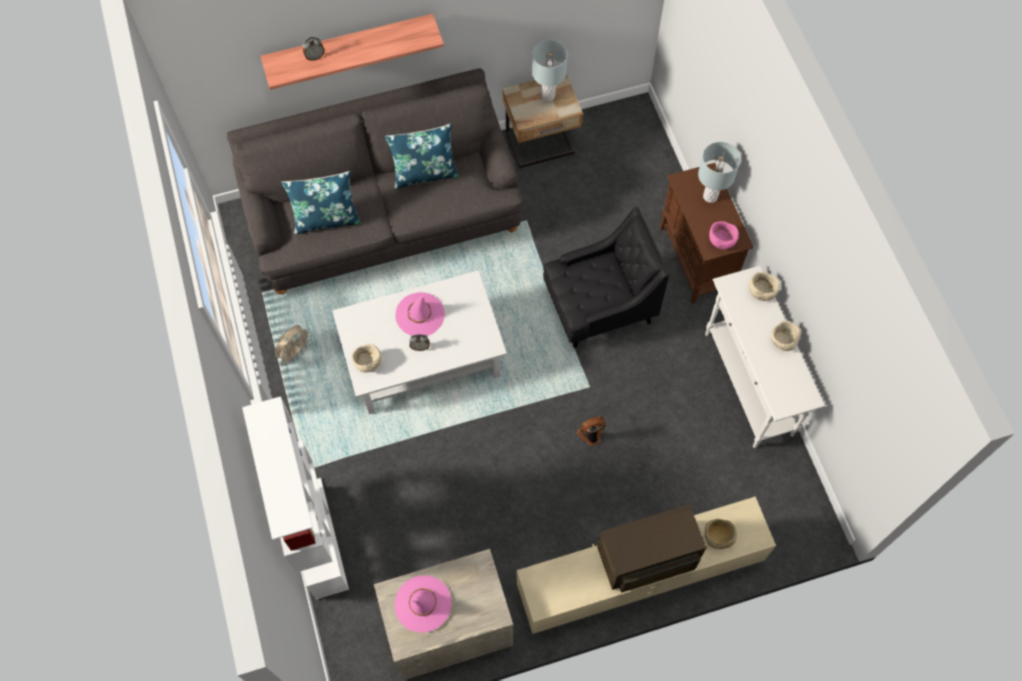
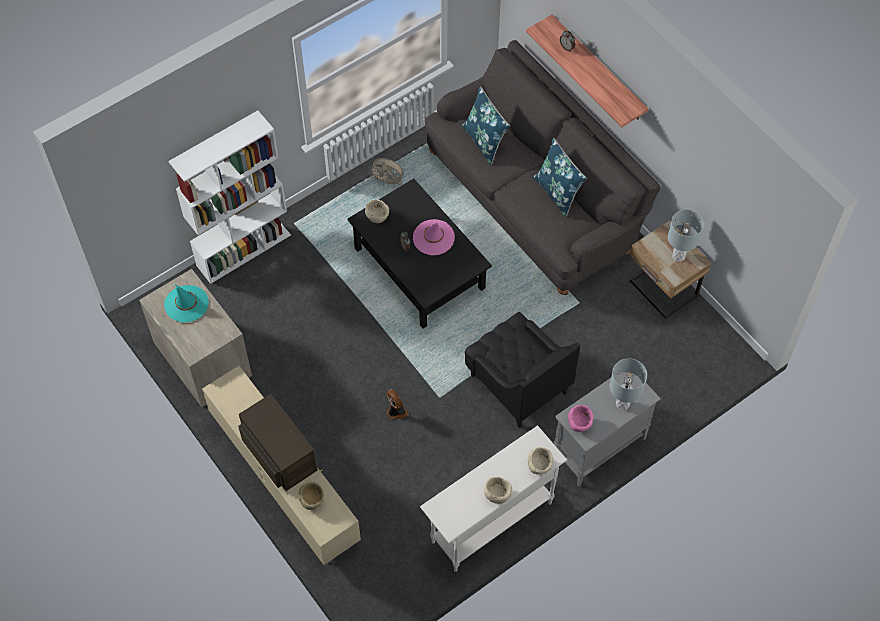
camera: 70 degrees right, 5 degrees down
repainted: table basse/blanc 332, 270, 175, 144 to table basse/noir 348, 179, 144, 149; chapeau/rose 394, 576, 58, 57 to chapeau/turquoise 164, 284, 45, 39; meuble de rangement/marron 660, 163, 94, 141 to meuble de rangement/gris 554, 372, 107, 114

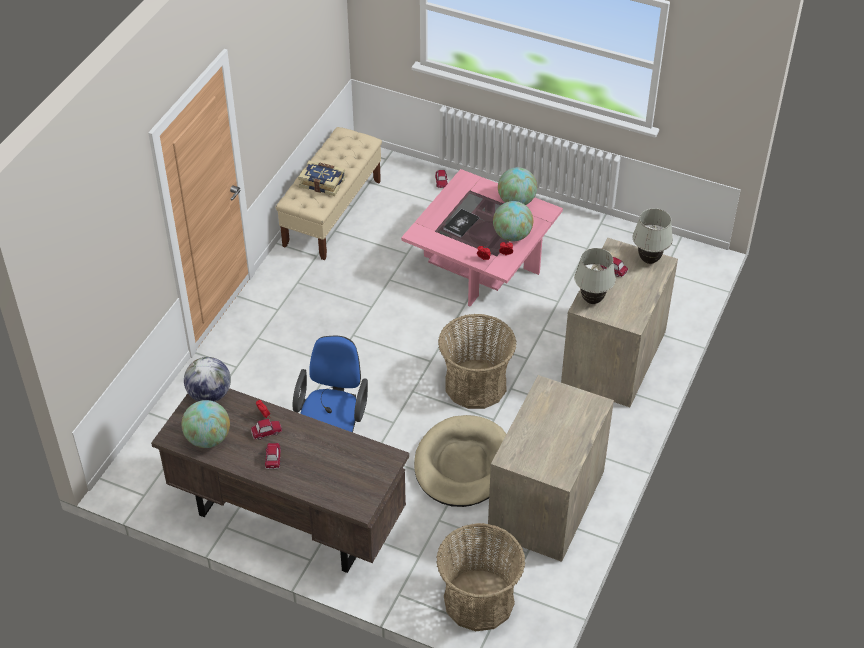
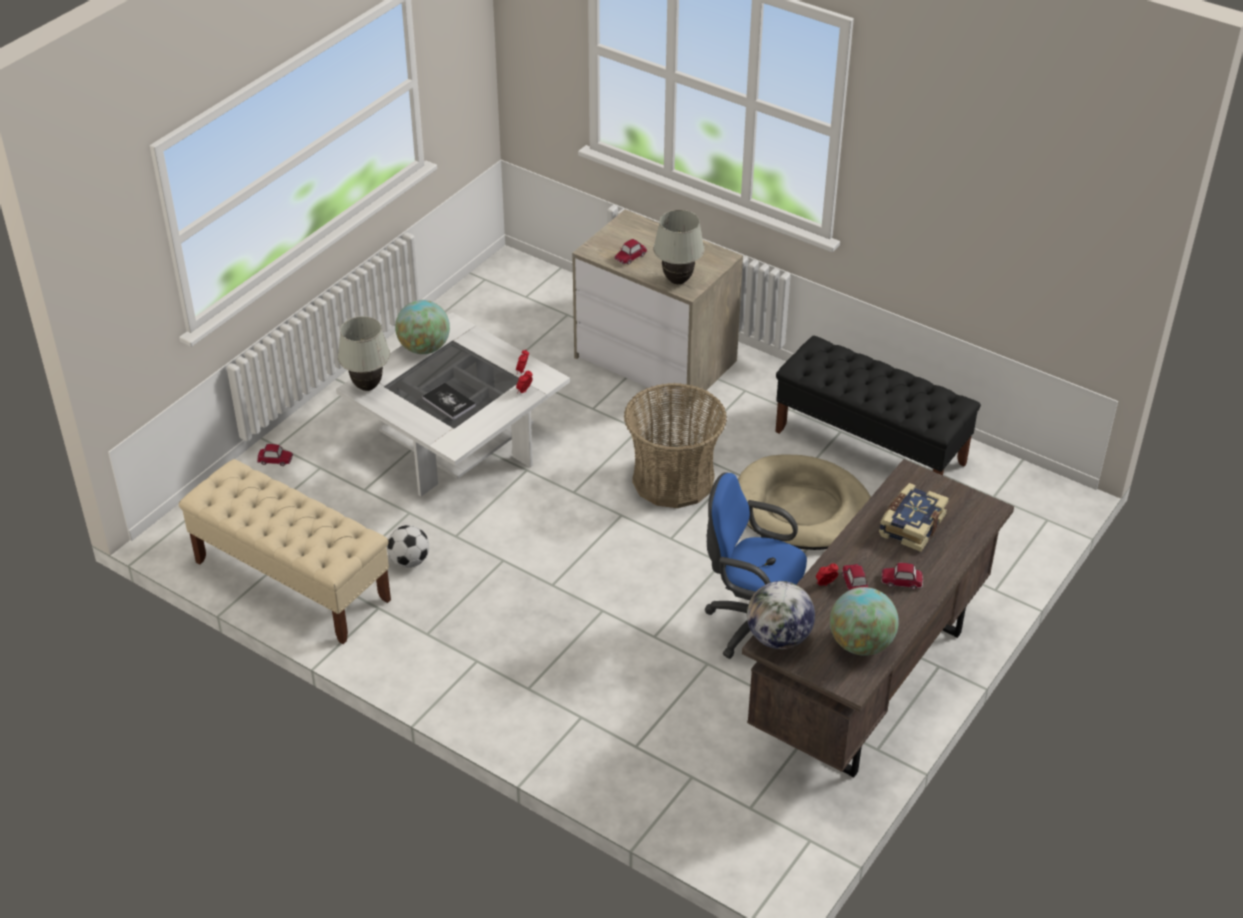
camera: 80 degrees left, 5 degrees down
gone: panier 436, 523, 89, 108; globe 493, 201, 40, 40
new: ballon de foot 387, 525, 42, 43
shifted: livre 298, 161, 47, 35 to 879, 483, 70, 69; lampe de table/blanc 632, 208, 41, 56 to 338, 316, 52, 75
swapped: commode 488, 375, 126, 187 to banc/noir 775, 336, 206, 139
repainted: table basse/rose 401, 169, 162, 137 to table basse/blanc 336, 313, 234, 183

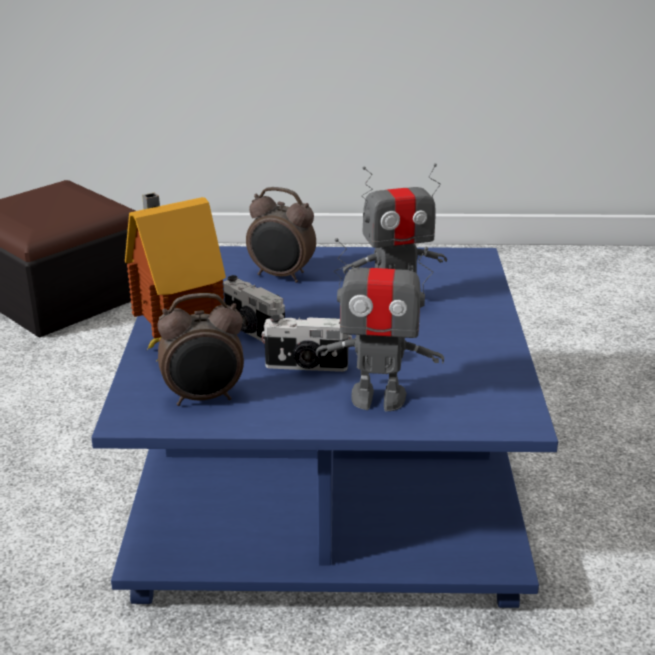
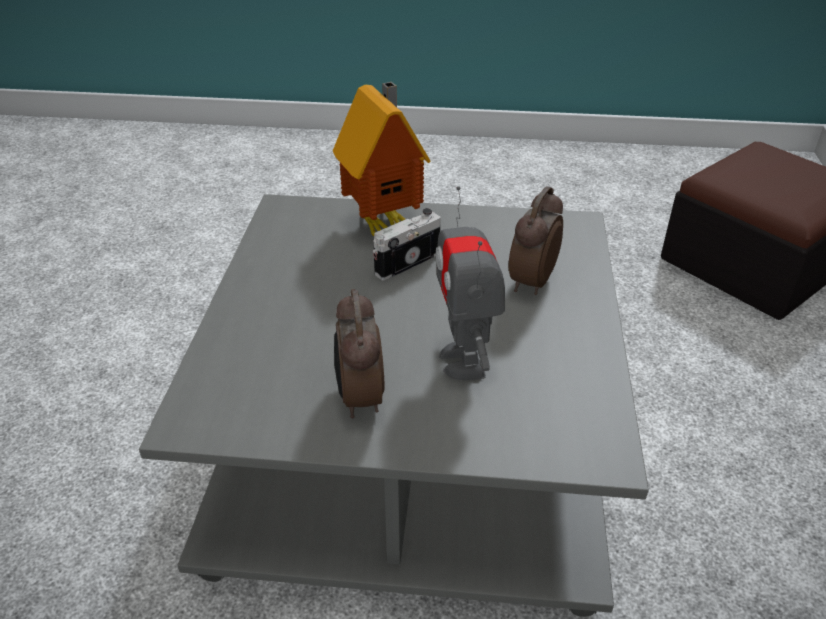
camera: 95 degrees right, 10 degrees up
gone: appareil photo 261, 315, 91, 57; robot jouet 316, 238, 128, 173
shifted: réveil 157, 293, 87, 113 to 334, 289, 50, 129
repainted: table basse/bleu 91, 246, 467, 362 to table basse/gris 139, 194, 510, 423

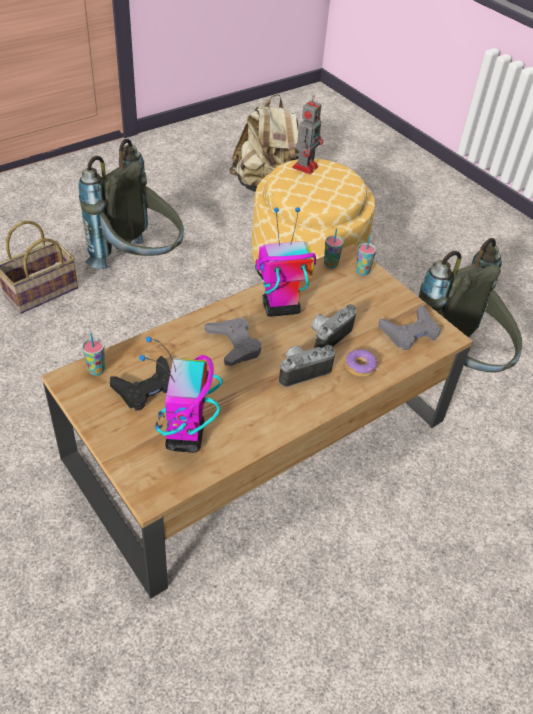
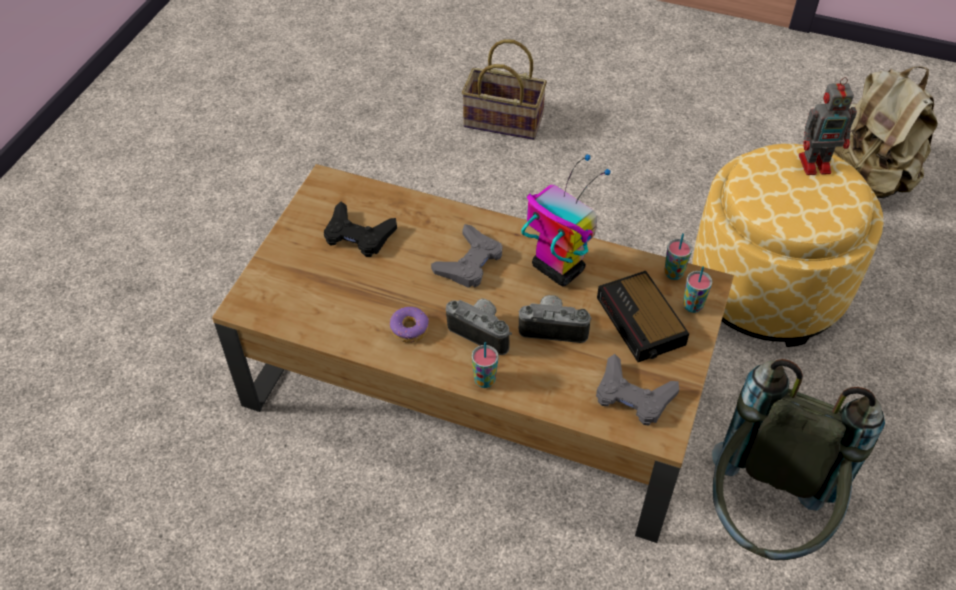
camera: 60 degrees right, 5 degrees up
gone: sac à dos/gris 78, 139, 106, 130; robot jouet 139, 336, 84, 117
new: réveil 597, 271, 92, 91
shifted: tasse 82, 333, 23, 43 to 472, 342, 27, 46; beignet 345, 350, 32, 27 to 390, 307, 39, 36

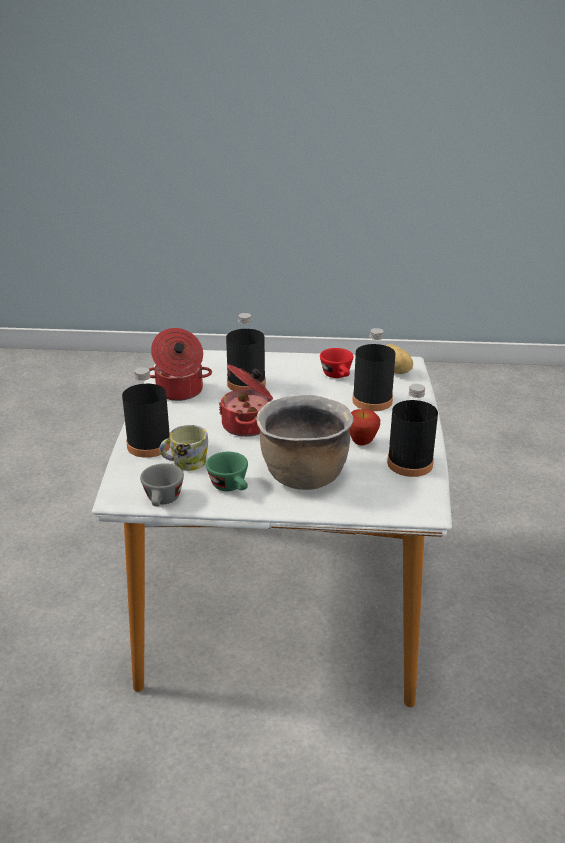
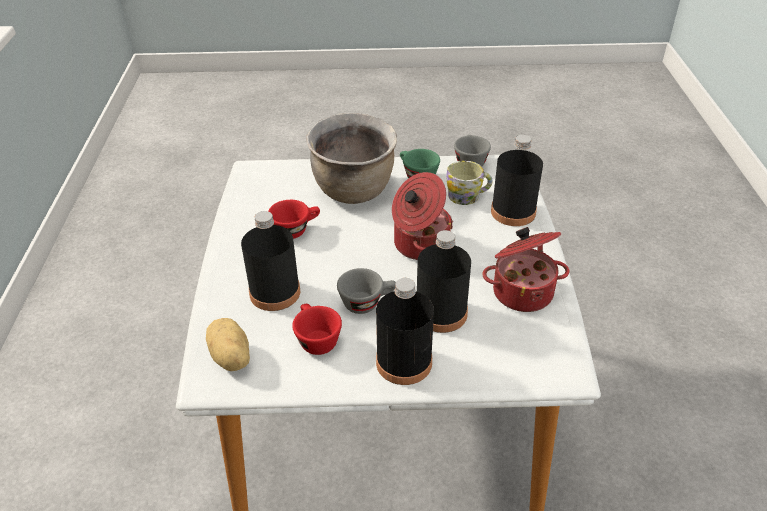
camera: 175 degrees right, 10 degrees up
new: tasse/gris 337, 268, 59, 46
shifted: bouteille/noir 387, 384, 51, 93 to 376, 278, 58, 107
swapped: pomme 349, 409, 31, 36 to tasse/rouge 268, 200, 52, 39

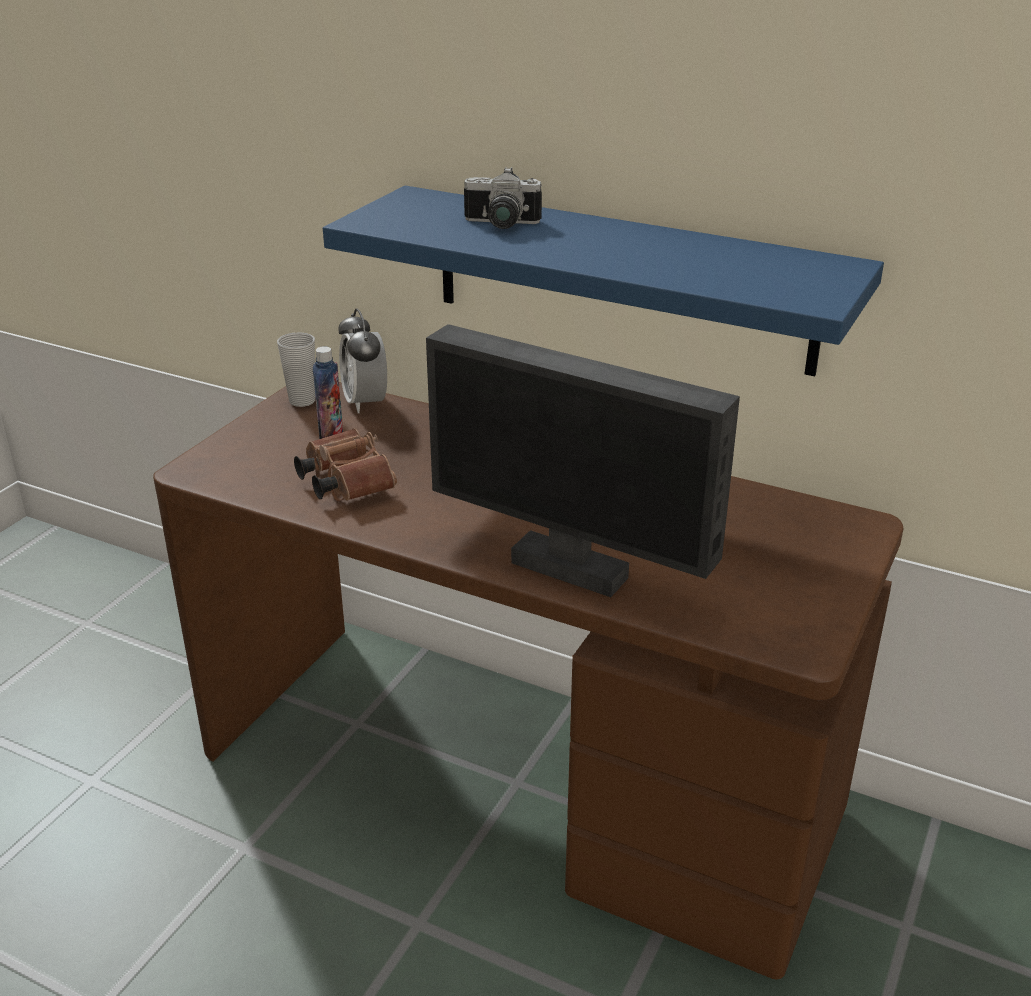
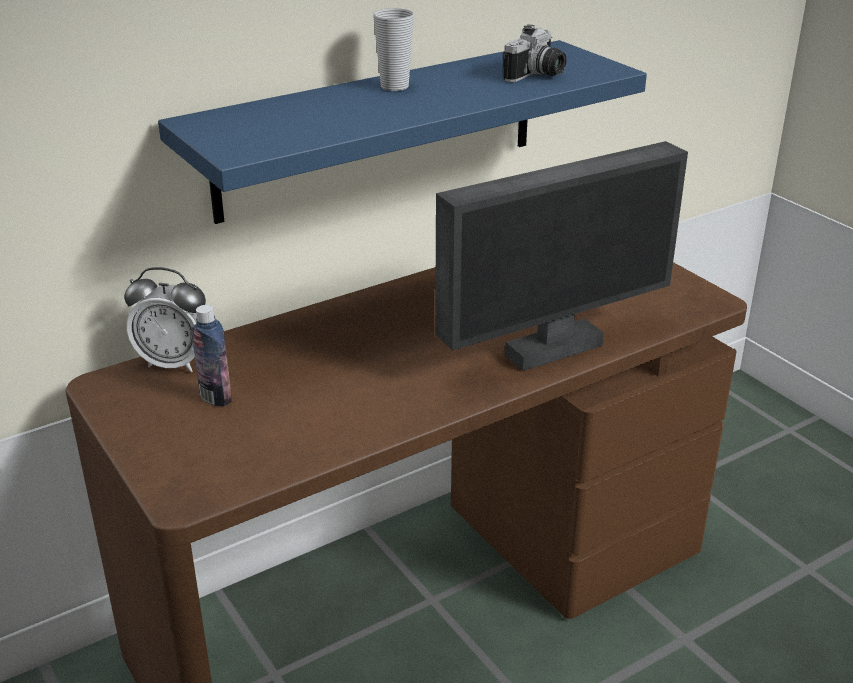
camera: 60 degrees left, 0 degrees up
gone: jumelles/marron 294, 428, 103, 73
shifted: tasse 277, 332, 38, 75 to 373, 8, 41, 83; appareil photo 464, 167, 78, 62 to 502, 24, 65, 58

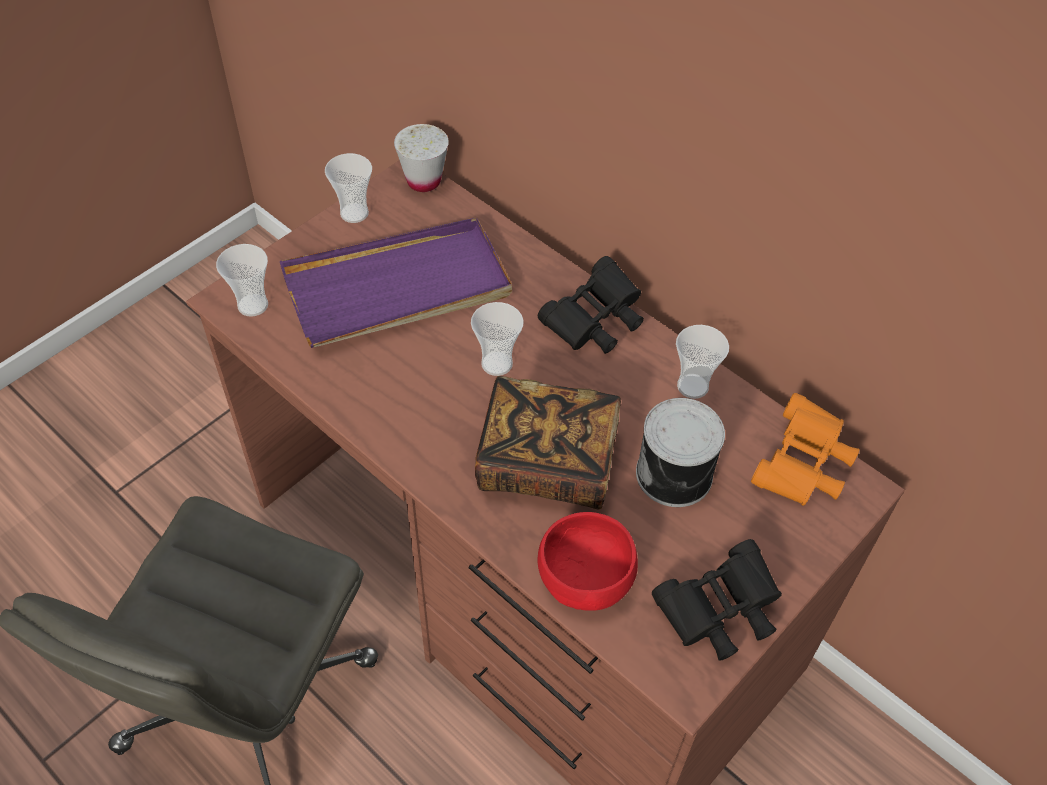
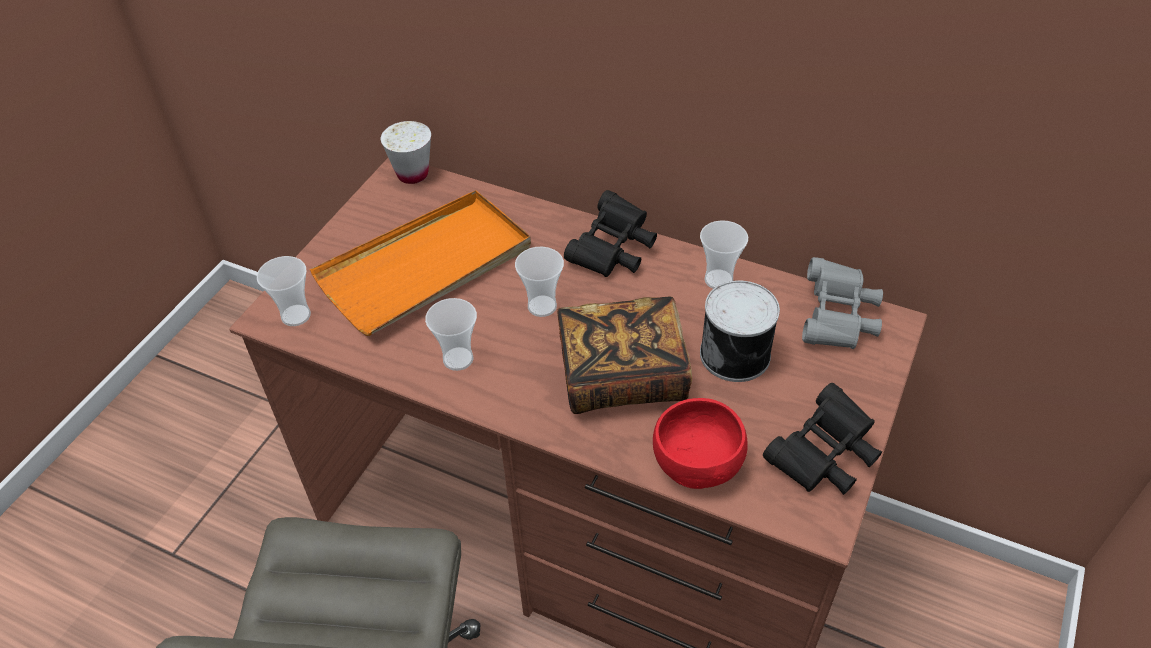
camera: 15 degrees left, 5 degrees down
shifted: tasse 325, 153, 47, 70 to 425, 298, 52, 73
repainted: plateau/violet 280, 217, 232, 131 to plateau/orange 310, 190, 221, 146; jumelles/orange 751, 393, 109, 113 to jumelles/gris 802, 257, 81, 92

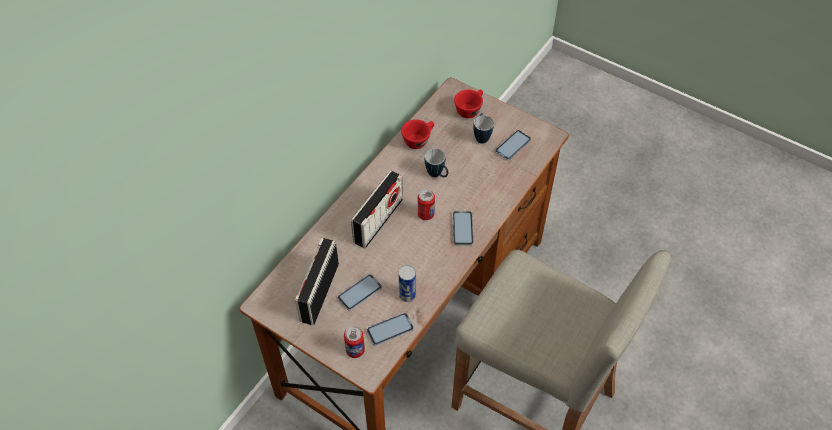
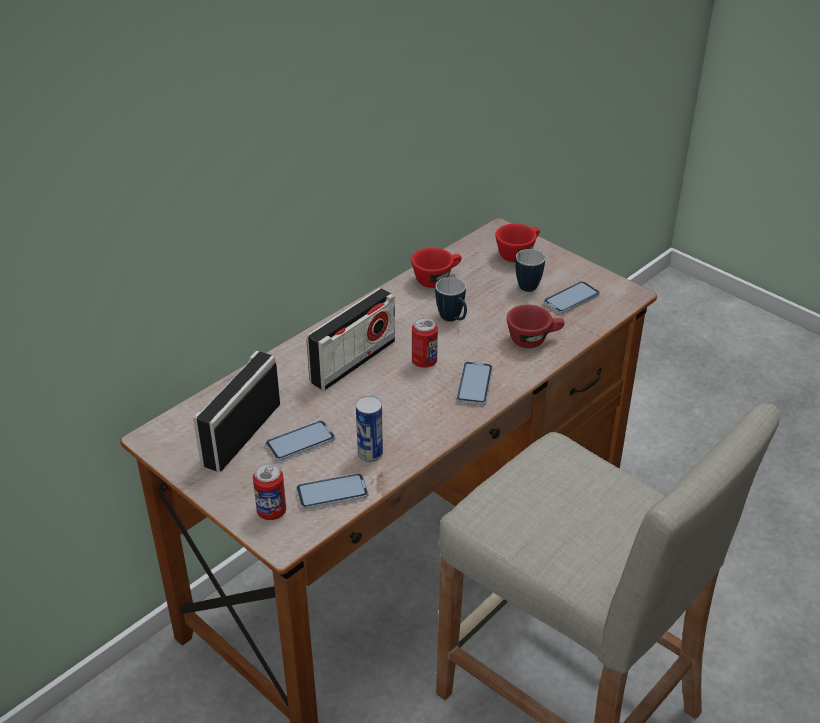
camera: 10 degrees right, 15 degrees down
new: tasse/rouge 507, 305, 58, 43

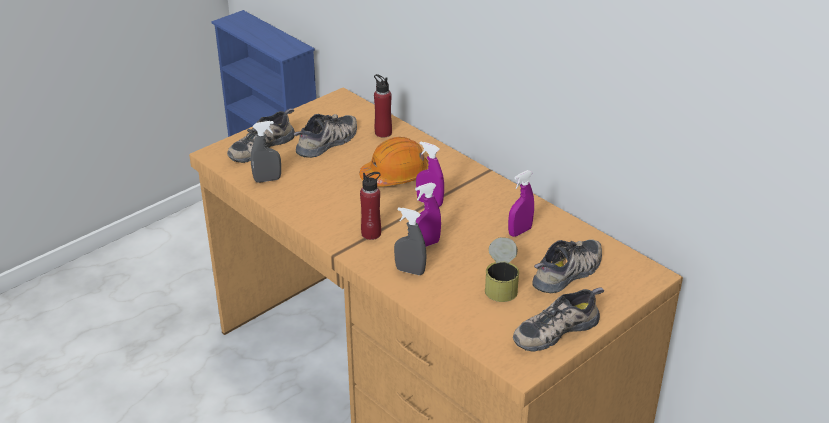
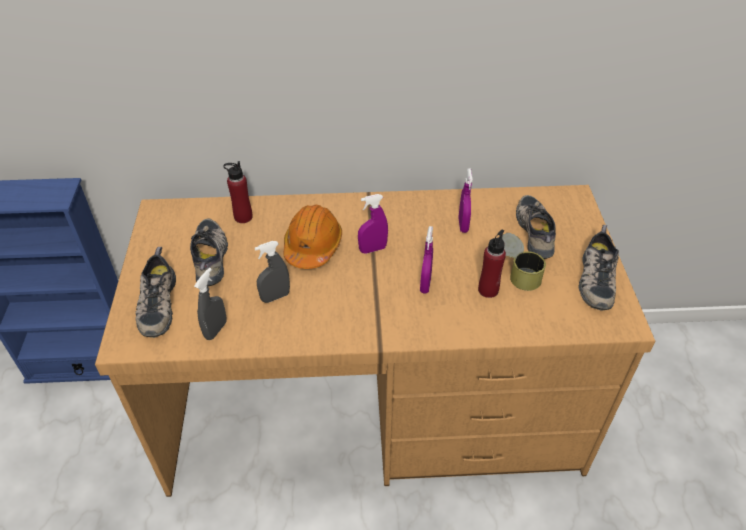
camera: 50 degrees left, 10 degrees up
shifted: bouteille/rouge 360, 172, 21, 68 to 478, 229, 28, 69; vaporisateur/gris 394, 207, 33, 68 to 255, 241, 35, 62

